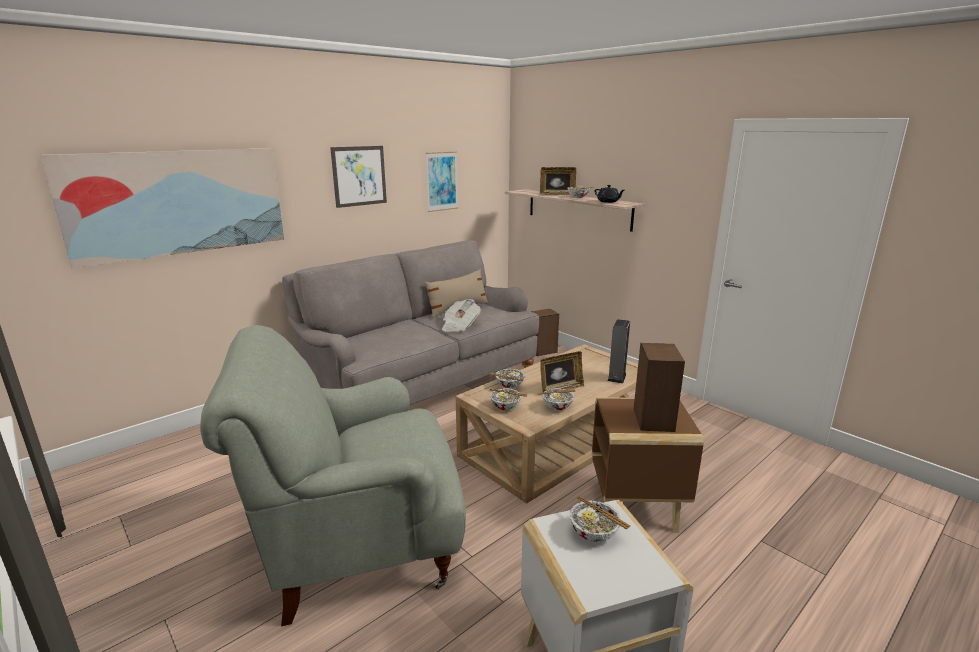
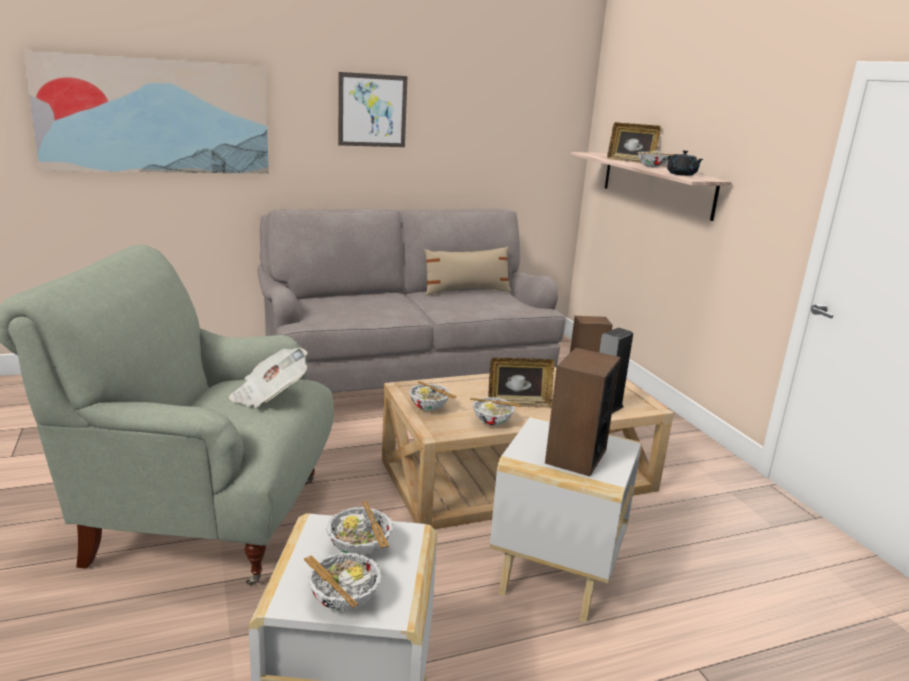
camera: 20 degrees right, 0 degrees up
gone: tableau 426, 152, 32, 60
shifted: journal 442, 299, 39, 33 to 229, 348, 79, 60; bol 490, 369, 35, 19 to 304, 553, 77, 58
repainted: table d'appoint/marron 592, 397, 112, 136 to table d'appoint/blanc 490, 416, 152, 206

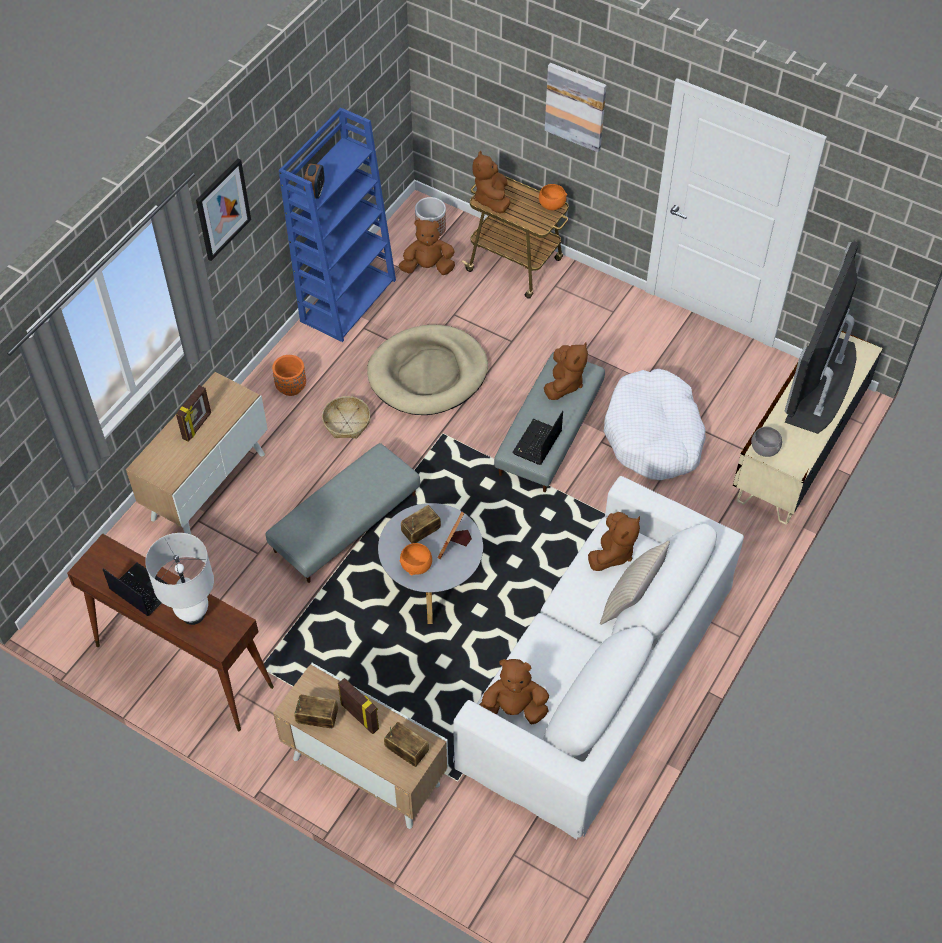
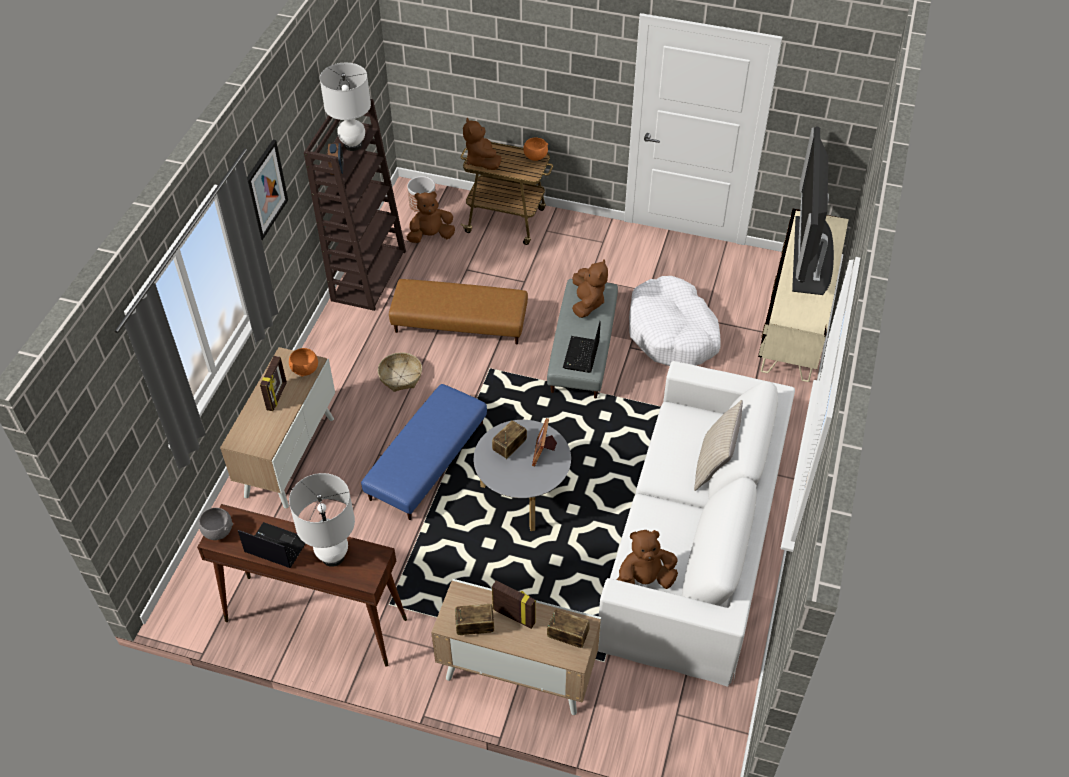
camera: 15 degrees left, 5 degrees down
gone: cache-pot/orange 272, 355, 34, 41; tableau 545, 63, 62, 89; peluche/marron 588, 512, 52, 59
new: lampe de table/blanc 320, 63, 51, 88
shifted: bol/orange 400, 543, 32, 33 to 289, 348, 29, 29; bol/gris 751, 427, 31, 30 to 199, 508, 34, 32
swapped: panier pour chien/beige 367, 325, 121, 90 to pouf/marron 389, 279, 139, 66
repainted: pouf/gris 265, 443, 155, 140 to pouf/bleu 361, 384, 126, 136; bibliothèque/bleu 279, 107, 117, 235 to bibliothèque/marron 304, 99, 102, 212

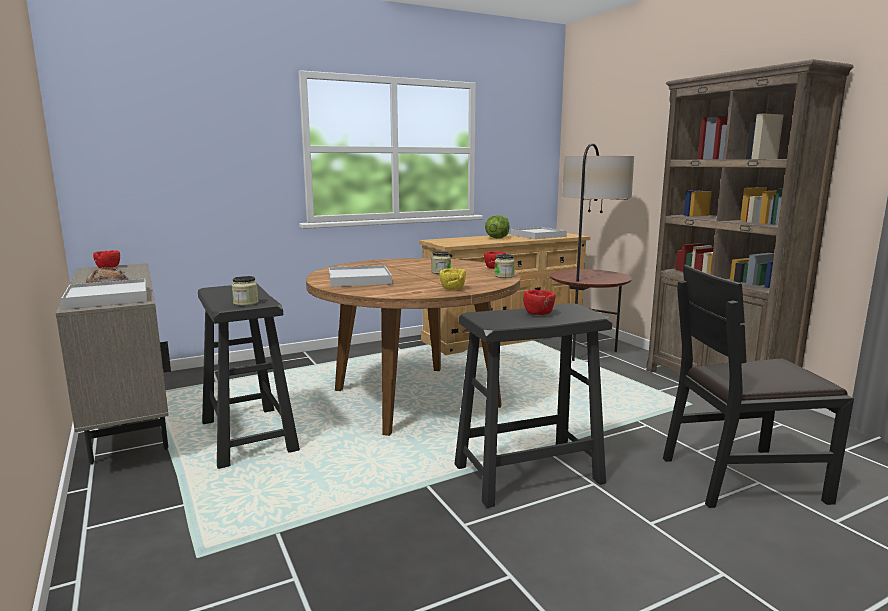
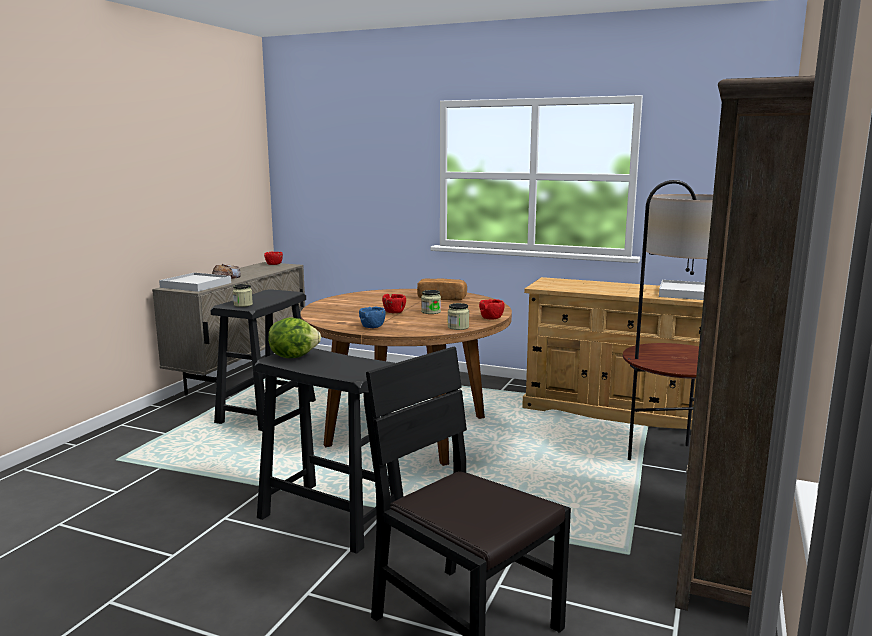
camera: 50 degrees right, 0 degrees up
gone: plateau/blanc 329, 265, 63, 22
new: pain 417, 278, 50, 23
shifted: laitue 485, 215, 25, 23 to 268, 317, 53, 41; bol/rouge 523, 289, 32, 26 to 382, 294, 24, 19
repainted: bol/jaune 440, 268, 26, 22 to bol/bleu 359, 307, 27, 21

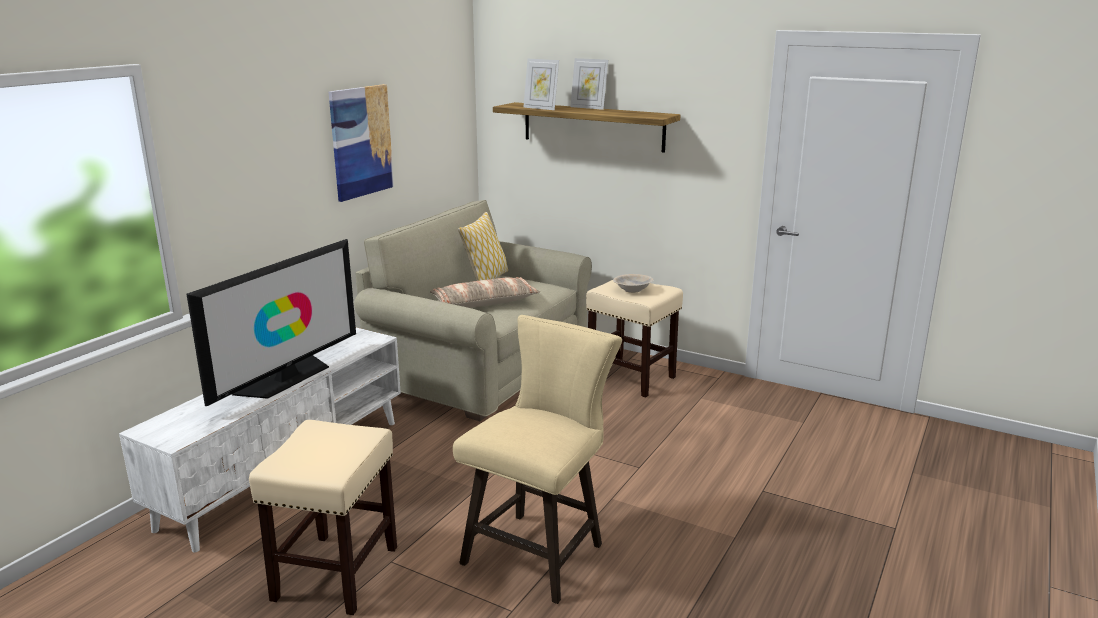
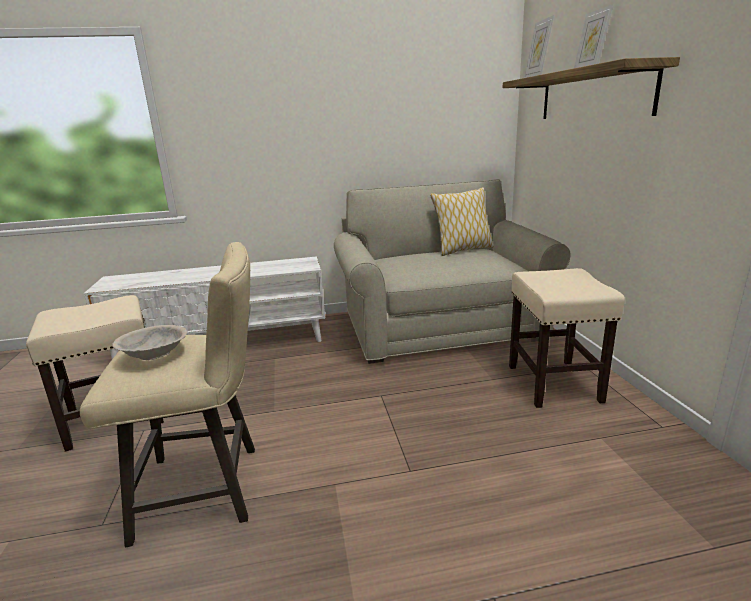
camera: 50 degrees right, 0 degrees up
gone: téléviseur 186, 239, 170, 168; tableau 329, 84, 65, 118; coussin 430, 277, 110, 31
shifted: bol/beige 613, 274, 41, 19 to 112, 325, 75, 35

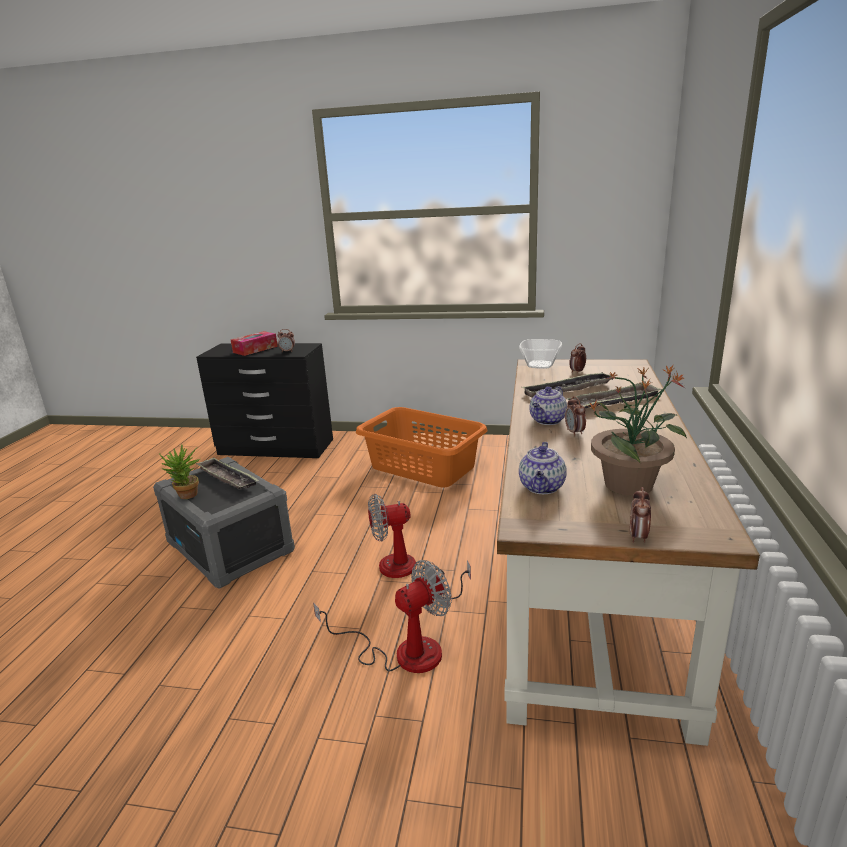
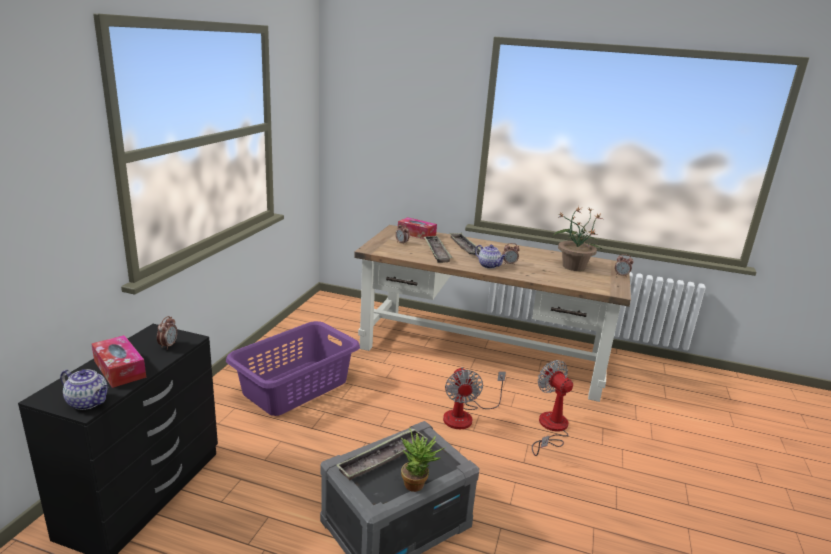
camera: 85 degrees left, 0 degrees up
gone: bol 519, 339, 43, 29
new: boîte à mouchoirs 398, 217, 39, 23
shifted: théière 519, 442, 48, 52 to 60, 369, 48, 41
repainted: panier à linge/orange 356, 407, 132, 81 to panier à linge/violet 226, 321, 134, 95

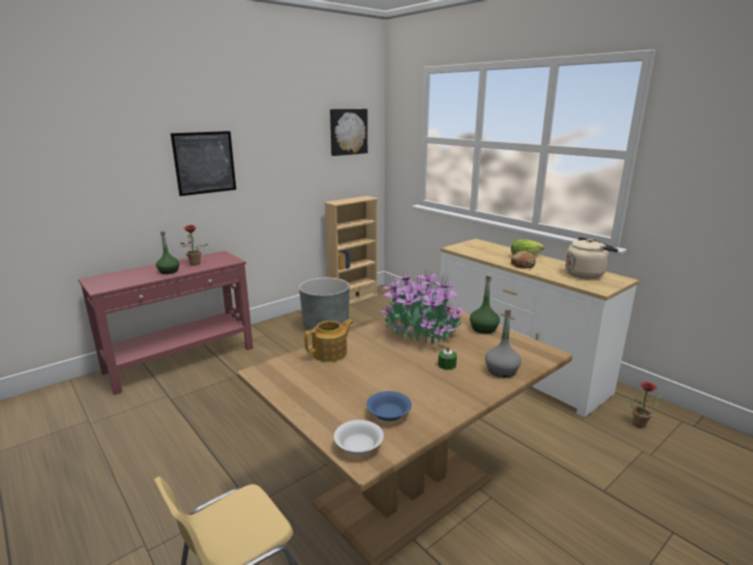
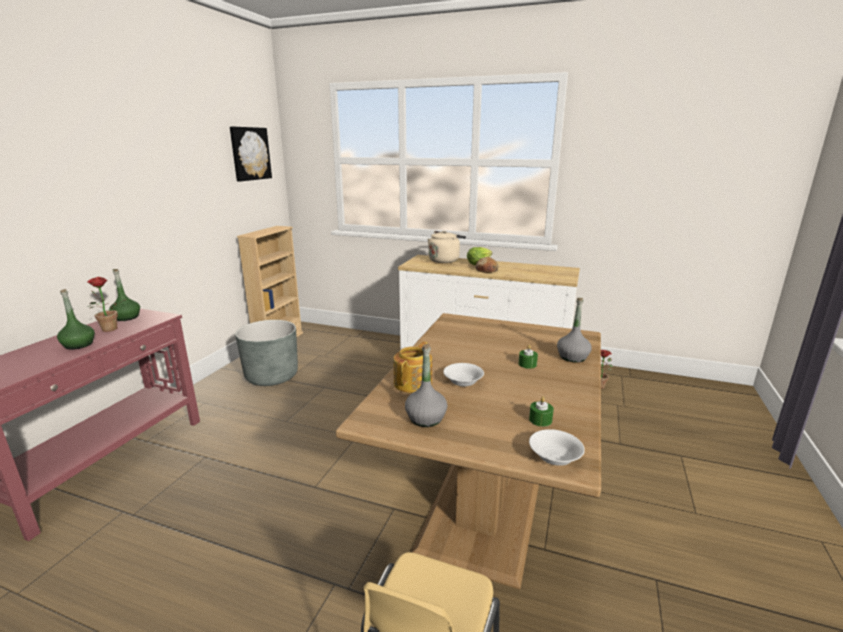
camera: 30 degrees left, 0 degrees up
gone: tableau 170, 131, 66, 65; plante en pot 380, 269, 86, 76
new: bouteille/gris 405, 344, 42, 83; bol/blanc 443, 363, 41, 24
shifted: bouteille/vert 470, 276, 30, 58 to 109, 269, 31, 52; bouilloire/beige 565, 237, 53, 42 to 428, 231, 38, 32
swapped: bol/bleu 366, 391, 46, 30 to bougie/vert 529, 397, 25, 30

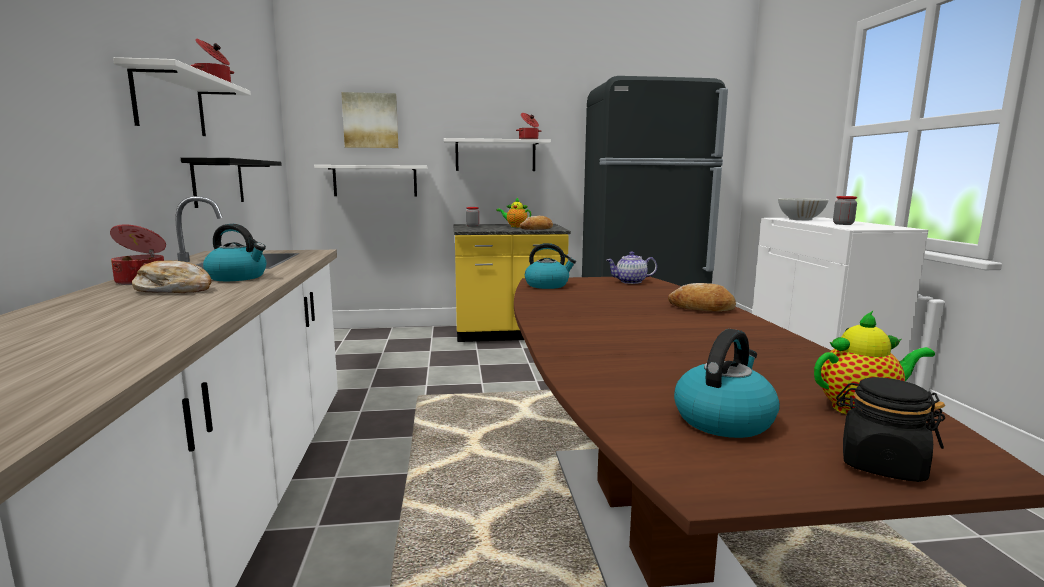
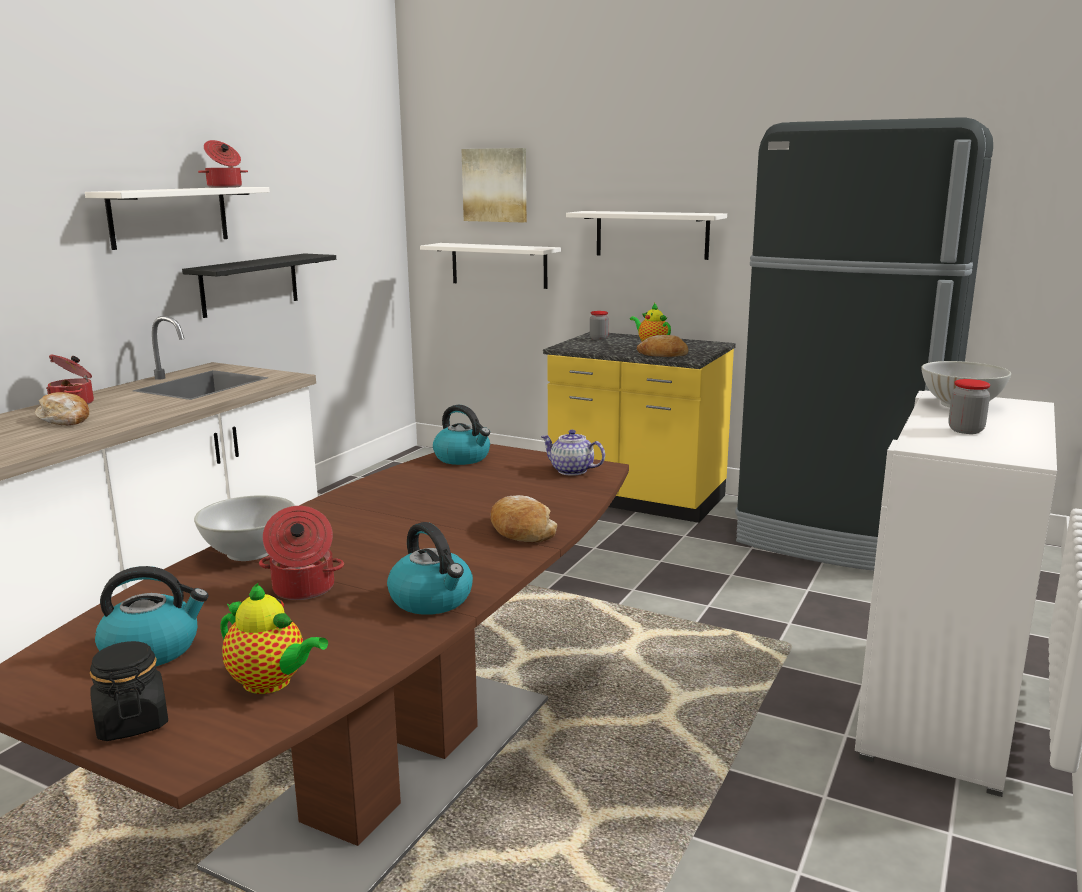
camera: 35 degrees right, 5 degrees up
new: bol/blanc 194, 495, 101, 66
shifted: bouilloire 203, 224, 64, 57 to 387, 522, 86, 93; marmite 516, 113, 25, 26 to 259, 506, 85, 94

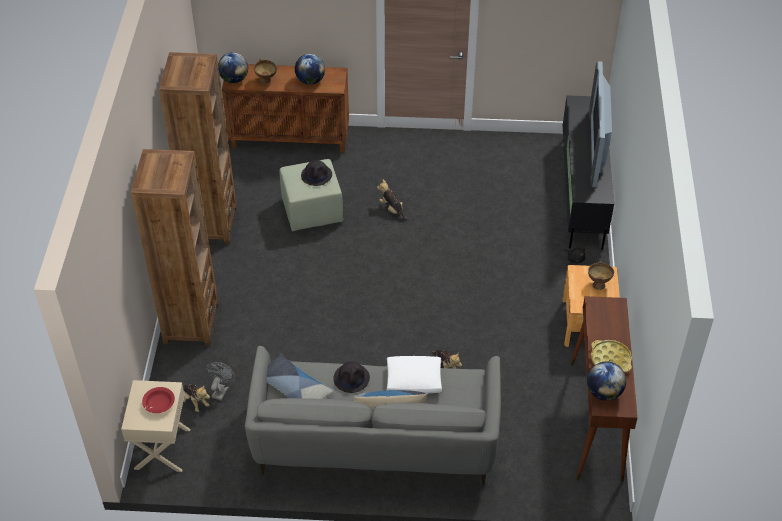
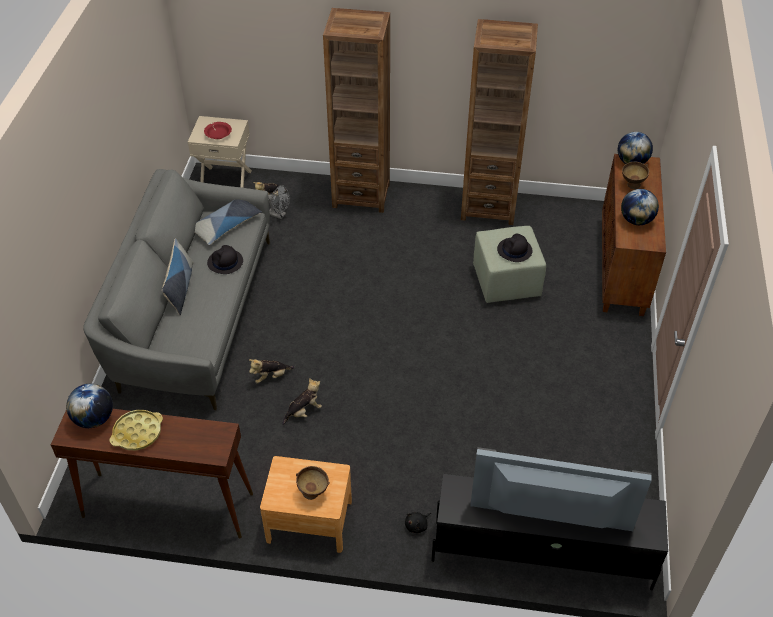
camera: 95 degrees right, 0 degrees up
gone: coussin/blanc 387, 356, 55, 37
shifted: peluche 377, 179, 31, 42 to 282, 378, 40, 47

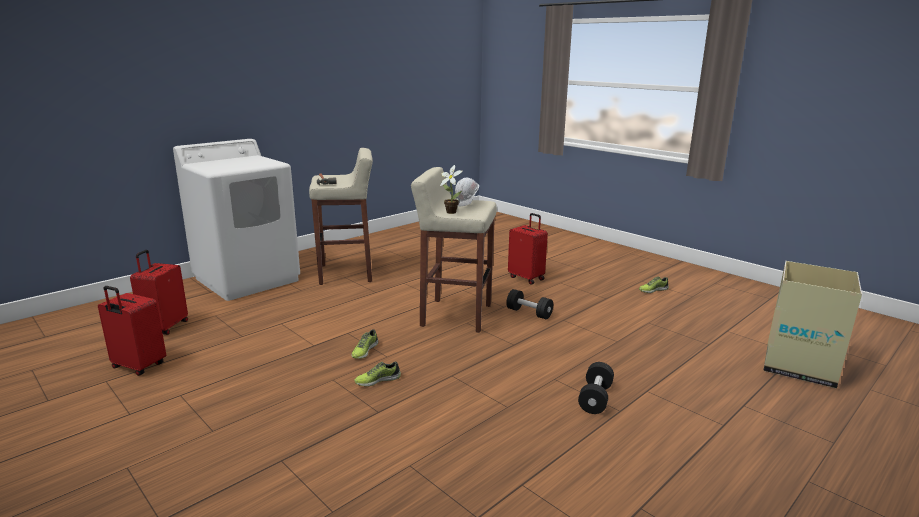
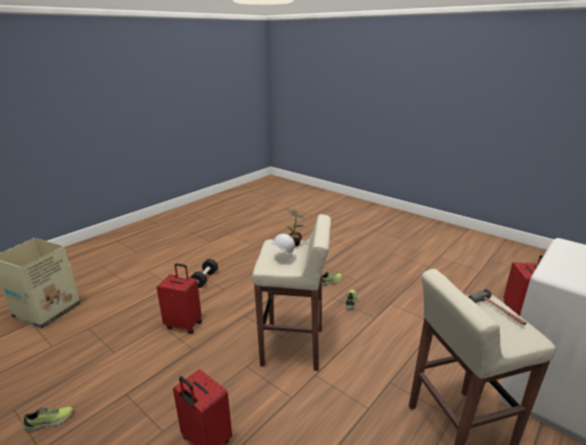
camera: 175 degrees right, 5 degrees up
gone: haltère/noir 506, 289, 47, 30
shifted: valise/rouge 98, 286, 68, 90 to 157, 263, 45, 71

